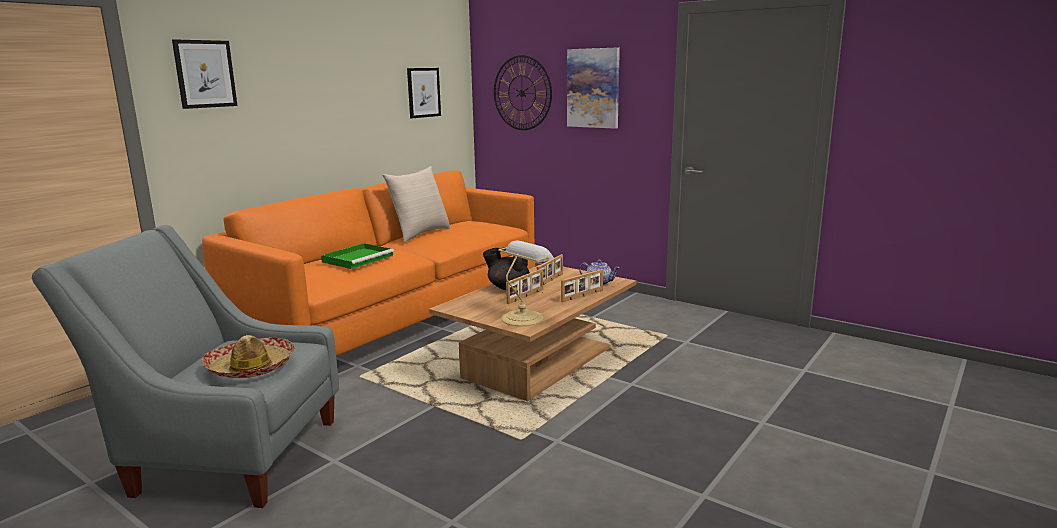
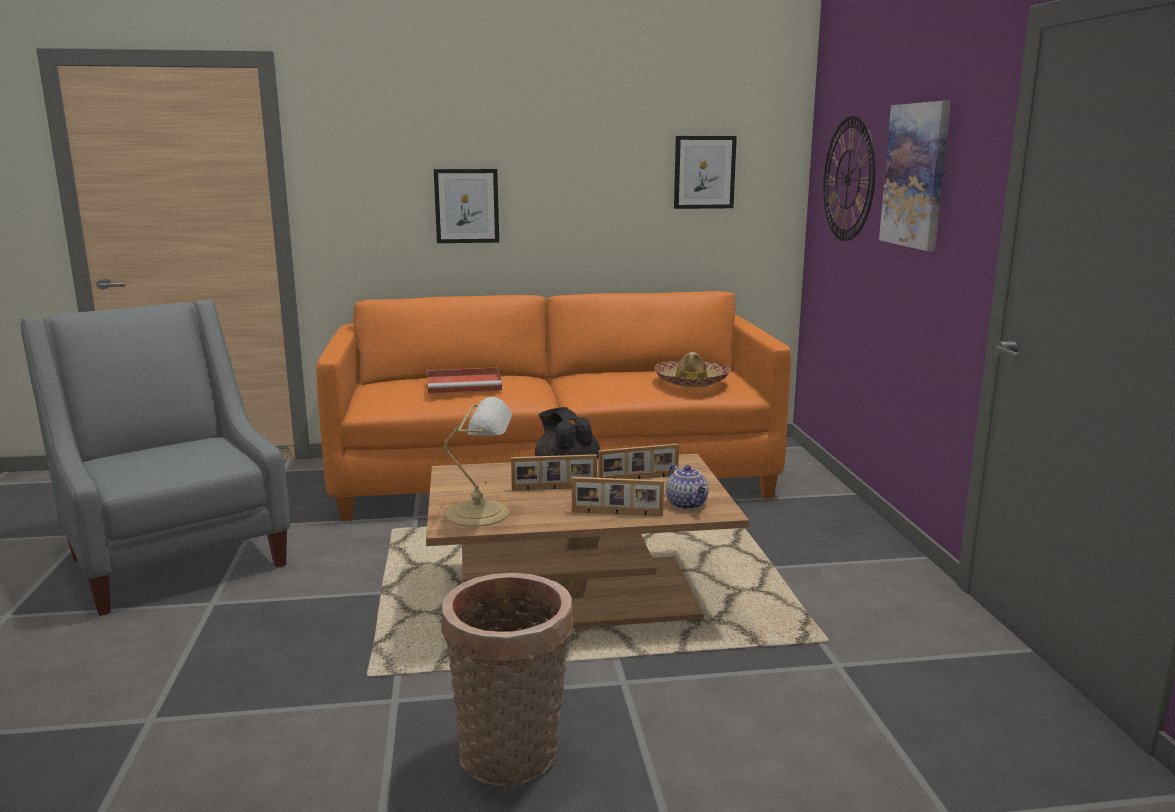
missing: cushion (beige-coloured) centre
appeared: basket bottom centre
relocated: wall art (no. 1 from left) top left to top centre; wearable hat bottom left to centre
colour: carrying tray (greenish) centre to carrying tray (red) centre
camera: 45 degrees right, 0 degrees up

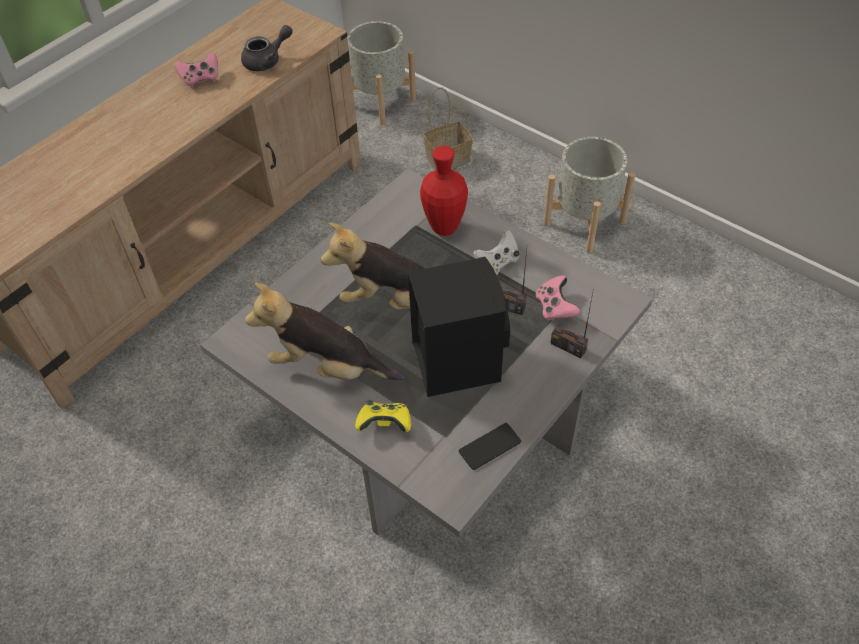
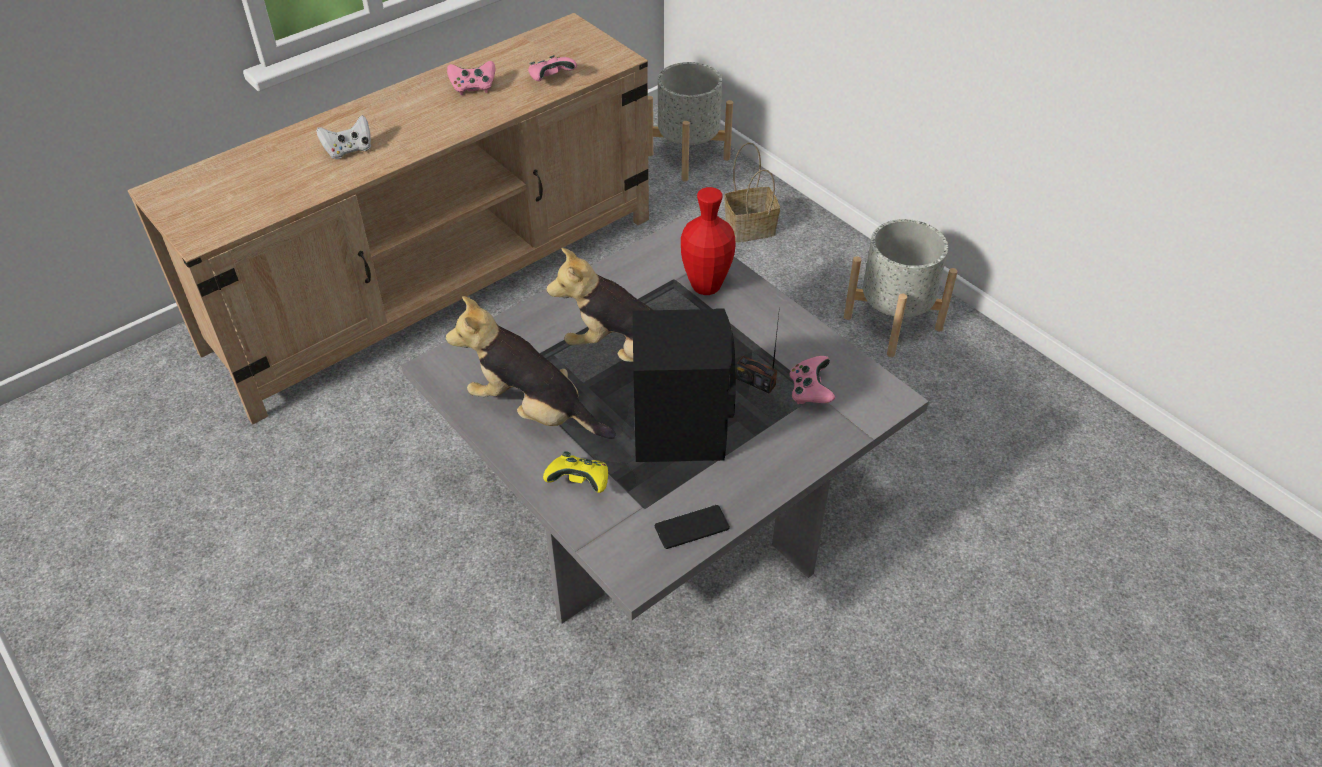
missing: radio receiver (no. 2 from left) centre
relocated: joypad (white) centre to top left
exchanged: pot for tea (gray) top left to joypad (pink) (no. 2 from left) top centre
camera: 10 degrees right, 5 degrees down

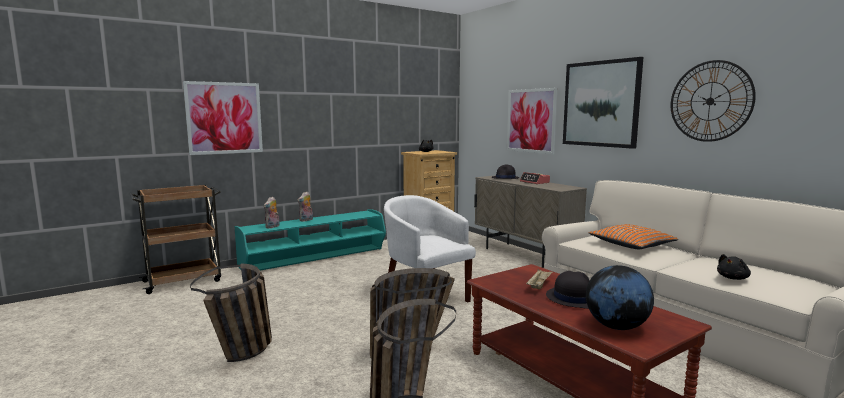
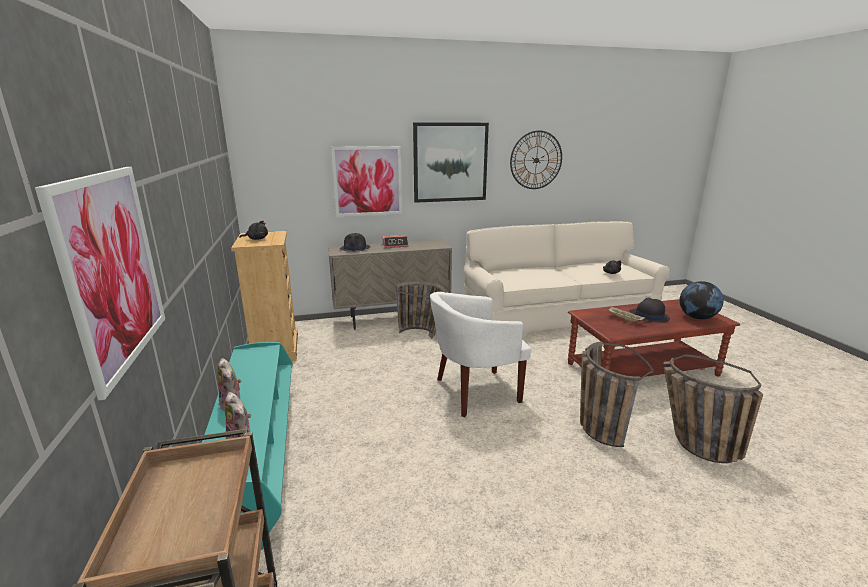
missing: cushion (orange-coloured) middle right
relocated: basket (no. 1 from left) bottom left to centre
camera: 70 degrees left, 10 degrees up

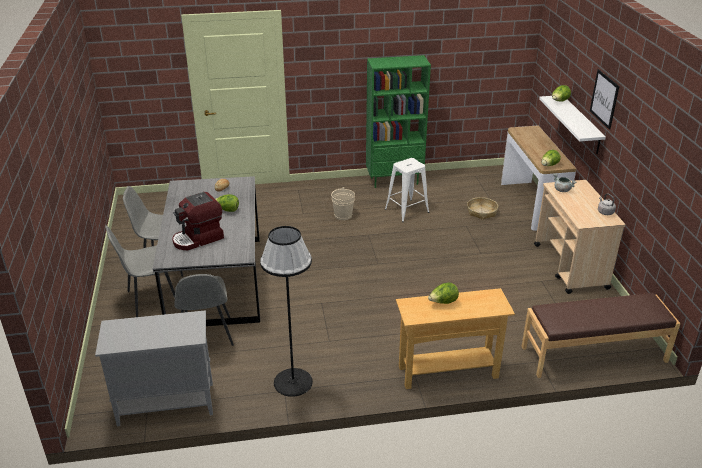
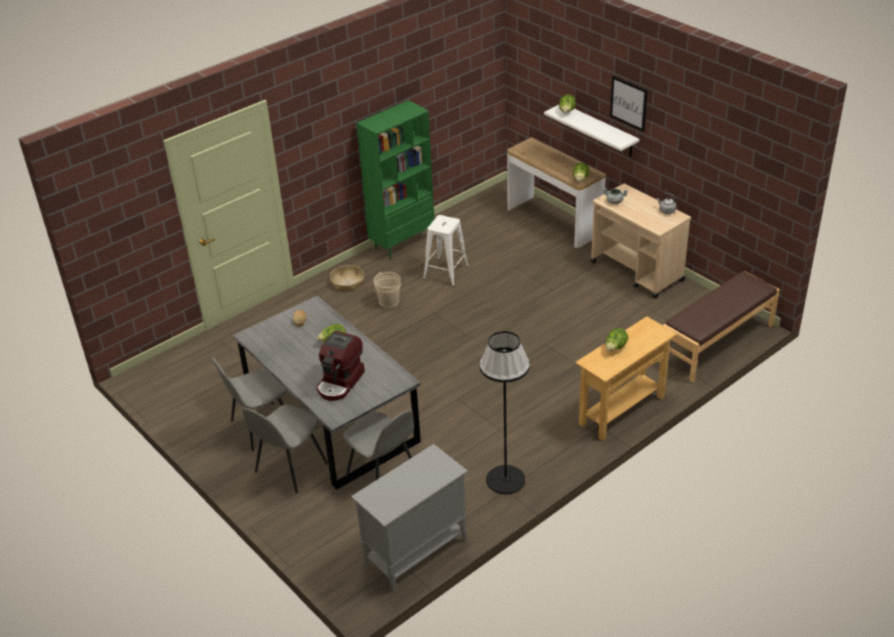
relocated: basket middle right to centre
camera: 30 degrees left, 5 degrees up

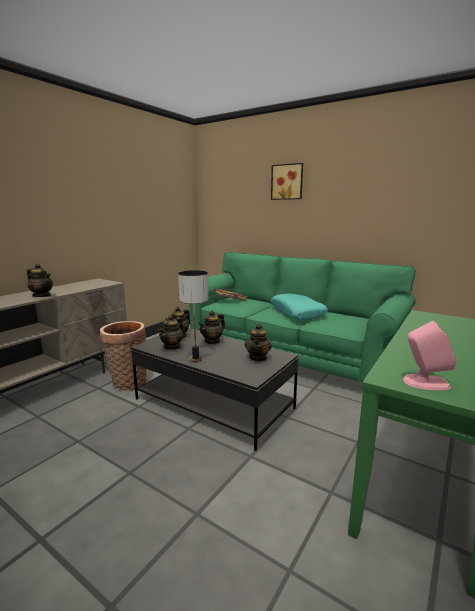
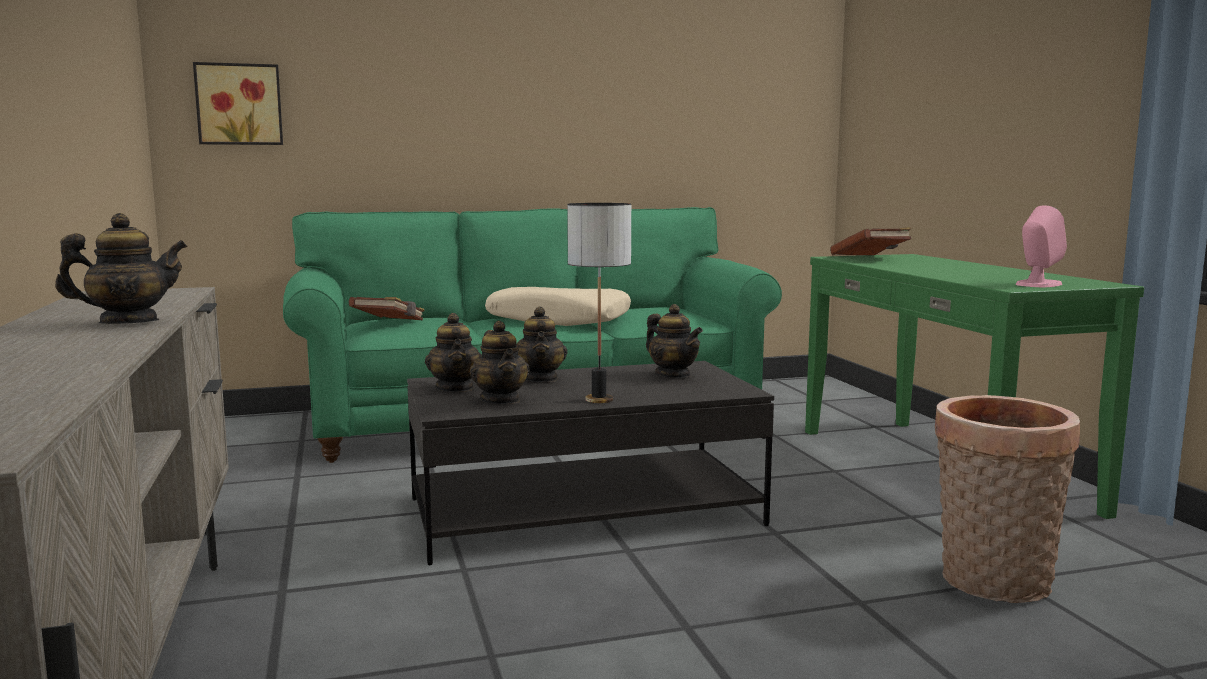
appeared: volume (brownish) (no. 2 from left) middle right
relocated: wall art top centre to top left; basket middle left to bottom right
colour: cushion (turquoise-coloured) centre to cushion (beige-coloured) centre
camera: 50 degrees left, 5 degrees down

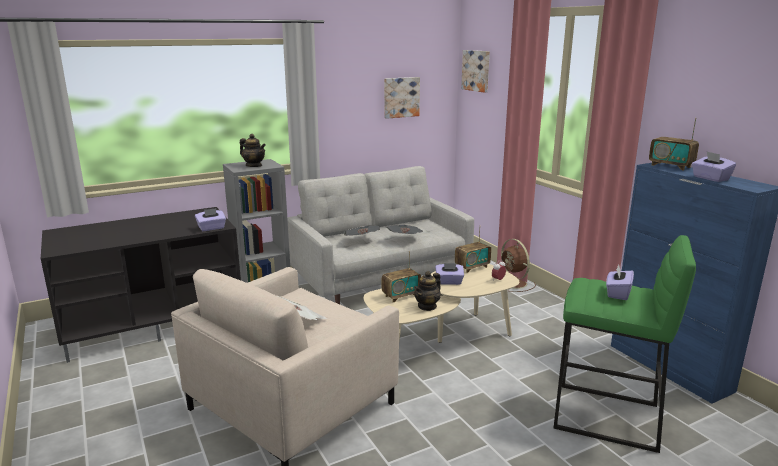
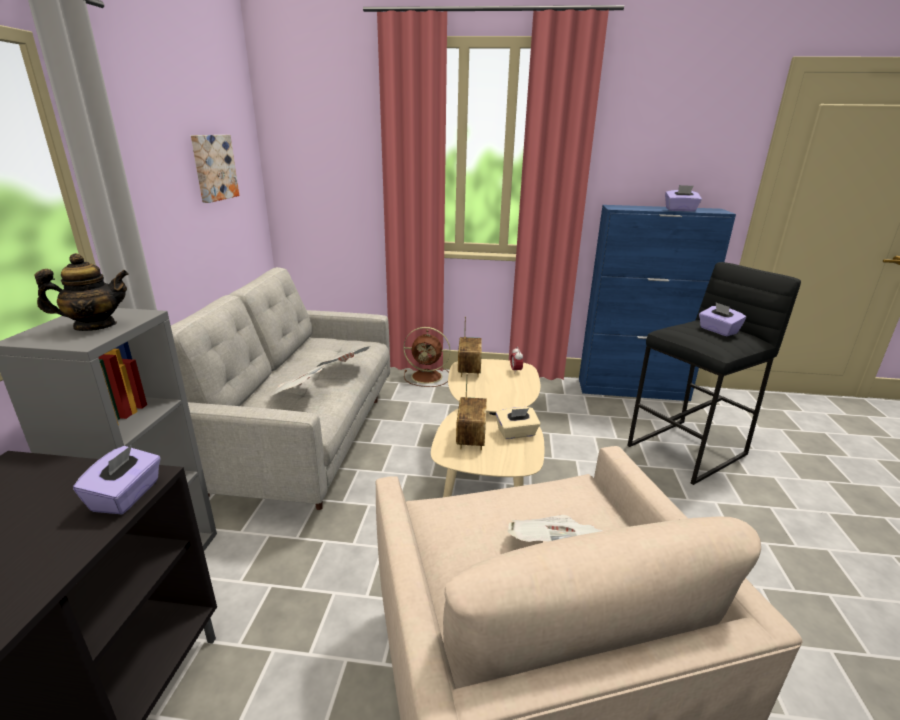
missing: wall art (no. 2 from left) top centre; radio receiver (no. 3 from left) top right; box of tissues (purple) (no. 2 from left) centre
exchanged: pot for tea (no. 2 from left) centre to box of tissues (beige-coloured) centre
colour: stool (greenish) bottom right to stool (black-coloured) middle right
camera: 55 degrees left, 5 degrees up

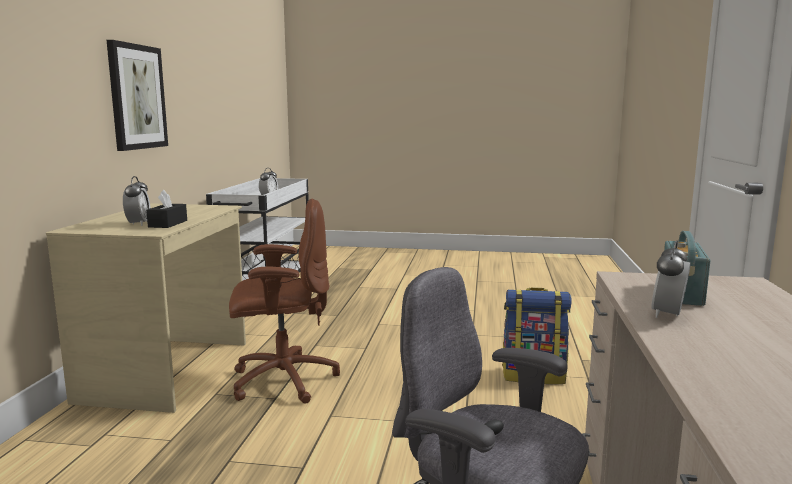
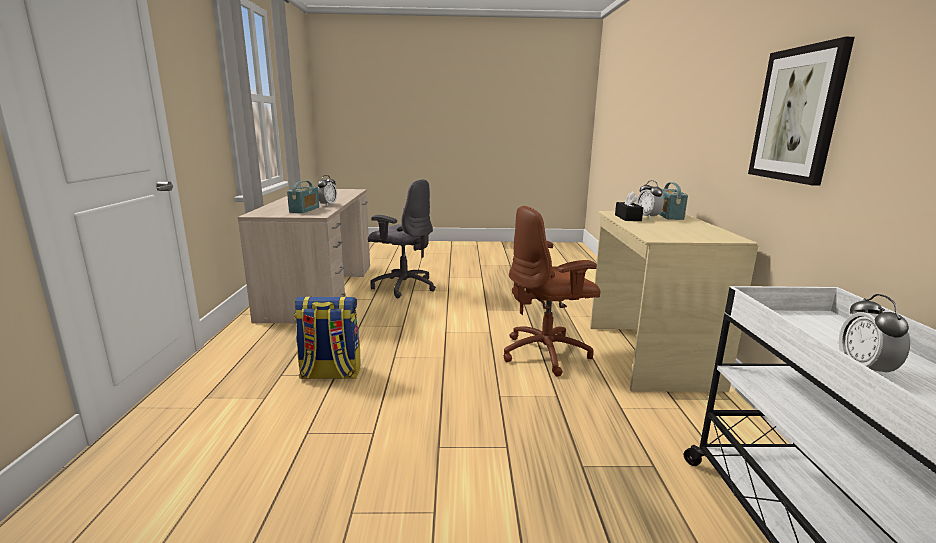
appeared: radio receiver (no. 2 from left) middle right
camera: 170 degrees right, 5 degrees up

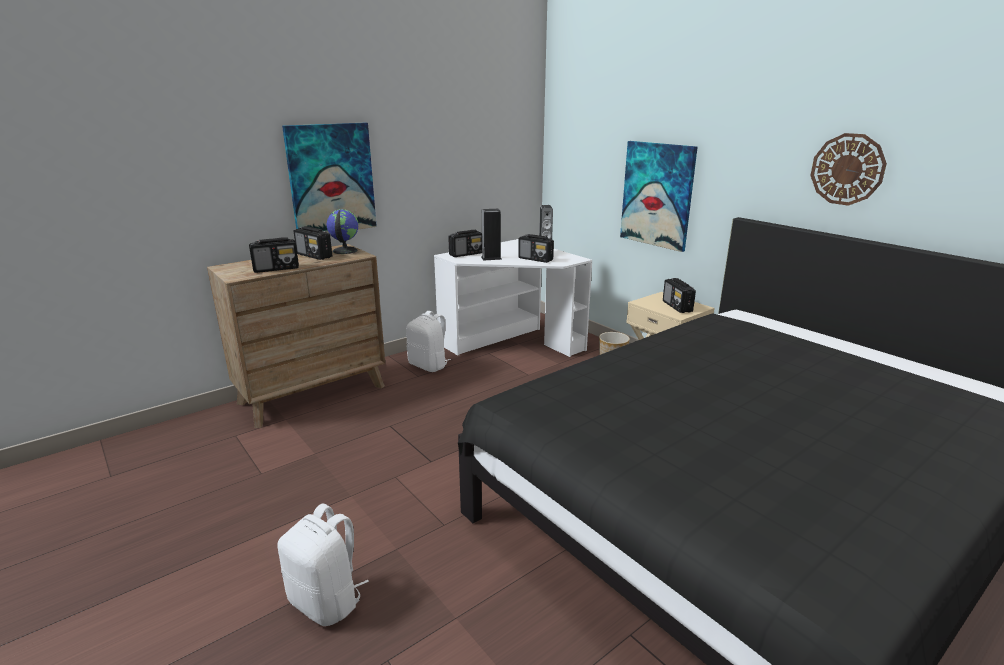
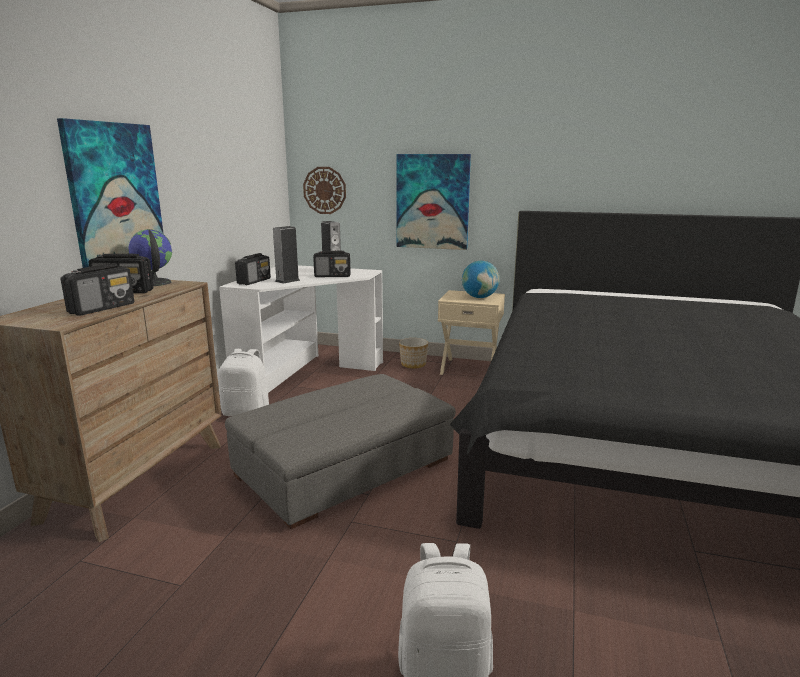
appeared: pouffe (gray) centre
relocated: hanging clock top right to top centre
exchanged: radio receiver (no. 5 from left) middle right to globe (no. 2 from left) centre
camera: 35 degrees left, 5 degrees down

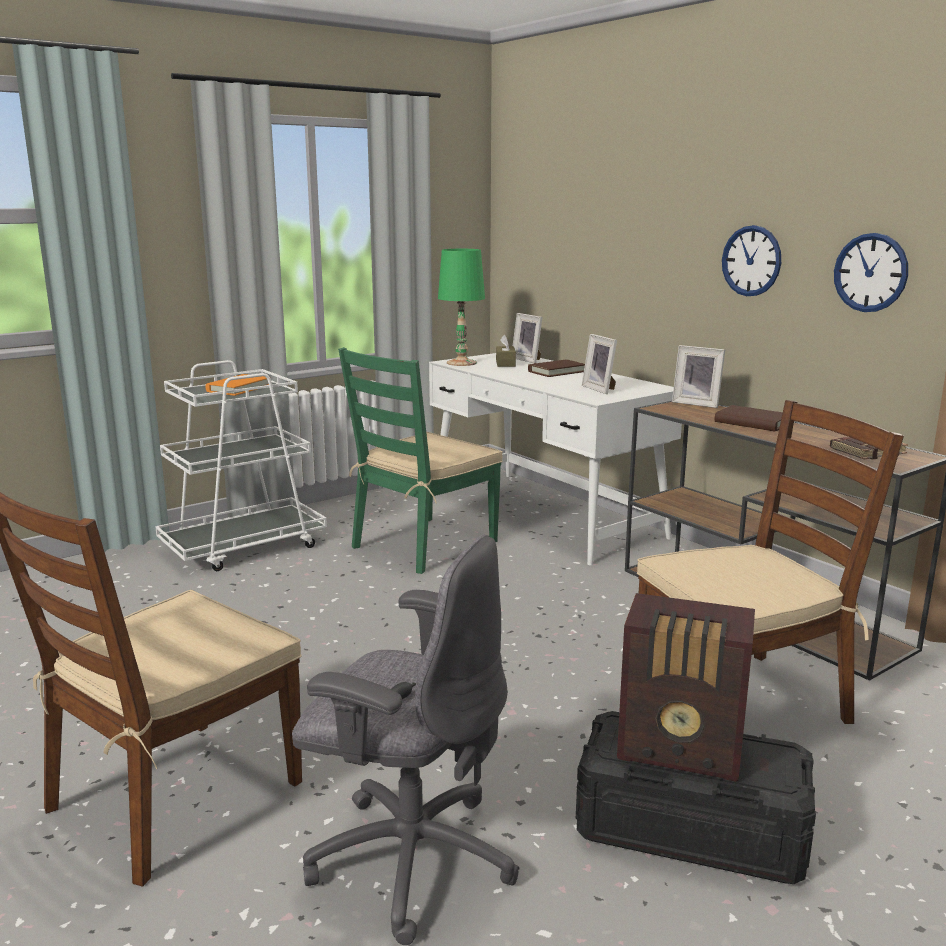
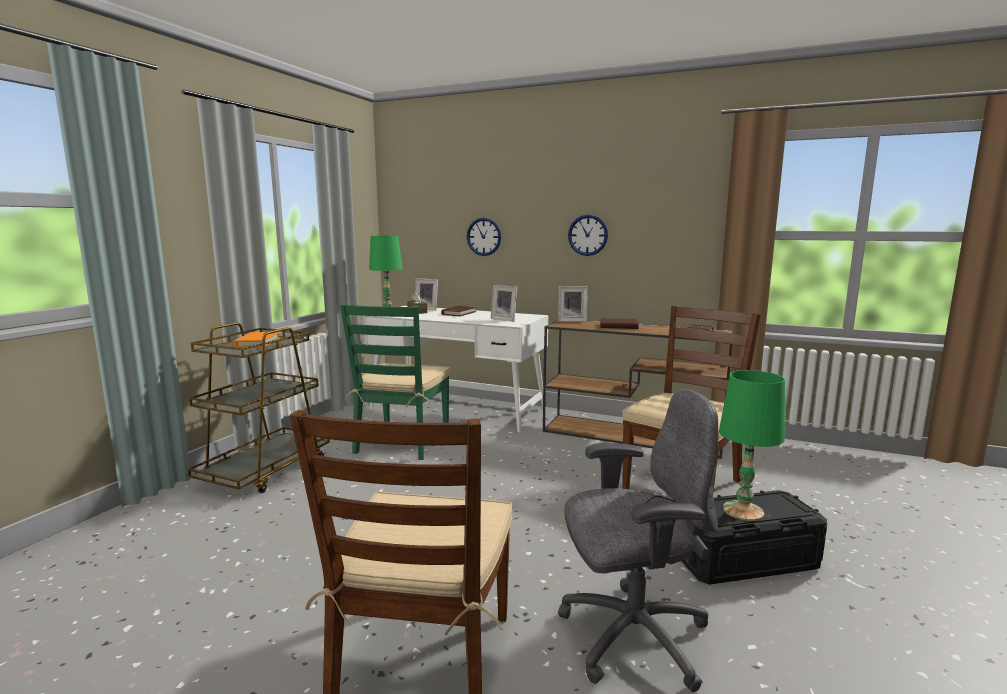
relocated: hanging clock (no. 2 from left in the first image) top right to hanging clock (no. 1 from left) centre
exchanged: radio receiver bottom right to table lamp (greenish) (no. 2 from left) middle right
colour: wheeled cart (white) middle left to wheeled cart (brownish) middle left
camera: 30 degrees left, 5 degrees down

